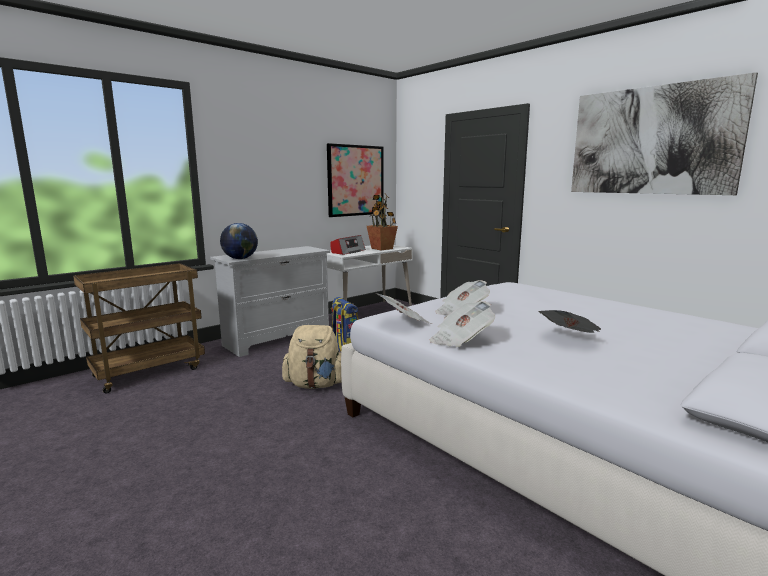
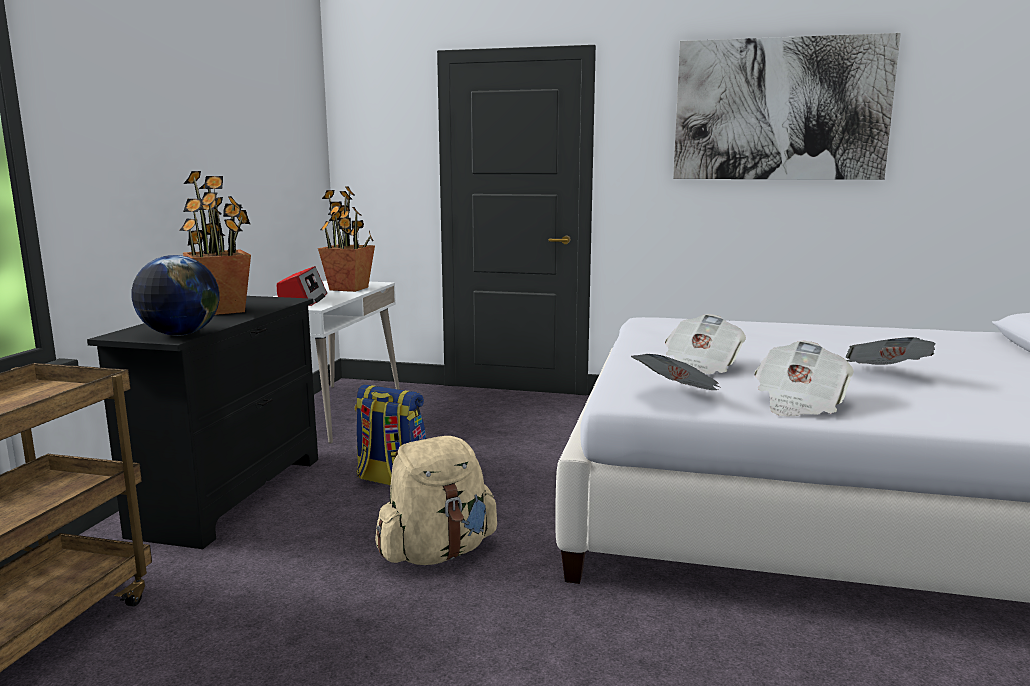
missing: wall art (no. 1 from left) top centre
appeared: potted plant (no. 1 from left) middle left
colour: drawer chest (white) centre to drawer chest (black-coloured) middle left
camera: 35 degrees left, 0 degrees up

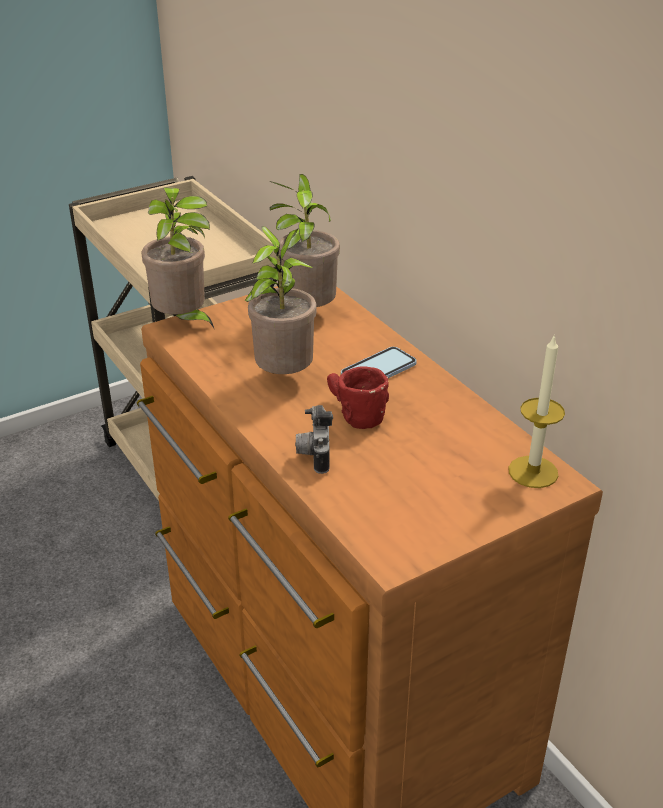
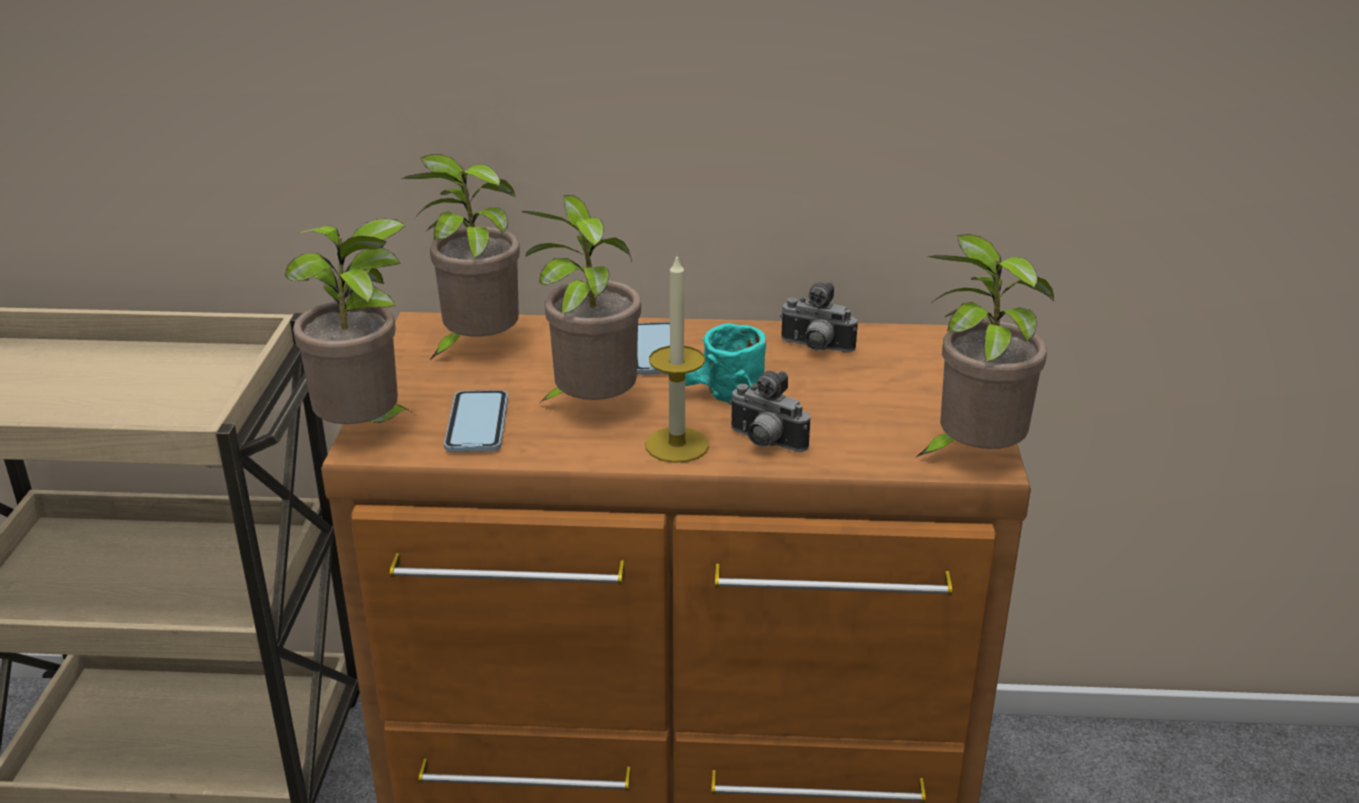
appeared: potted plant (no. 4 from left) middle right; still camera (no. 2 from left) centre; phone (no. 1 from left) centre
relocated: wax candle middle right to centre
colour: tea mug (red) centre to tea mug (turquoise-coloured) centre
camera: 55 degrees left, 5 degrees down

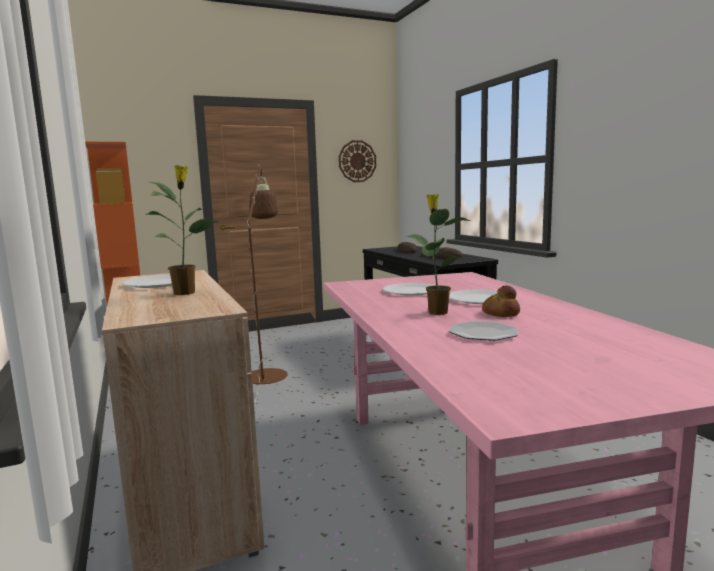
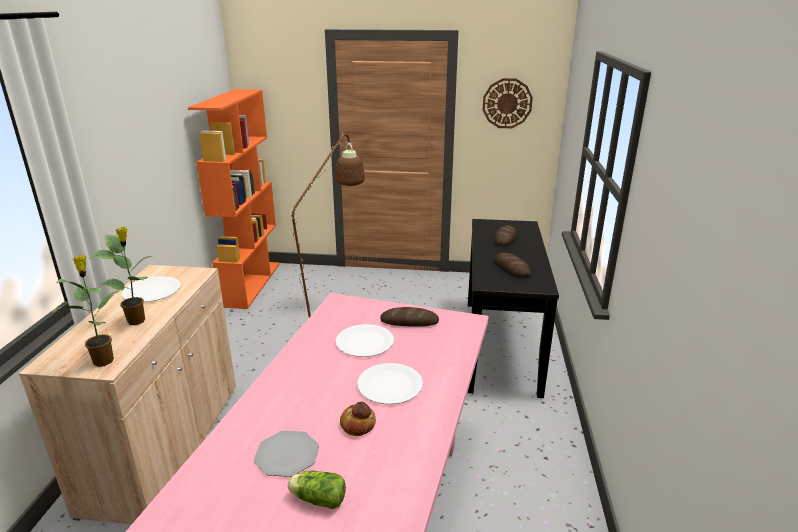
appeared: bread (no. 2 from left) centre; head of lettuce bottom centre
relocated: potted plant (no. 2 from left in the first image) centre to potted plant (no. 1 from left) middle left
camera: 30 degrees right, 15 degrees up

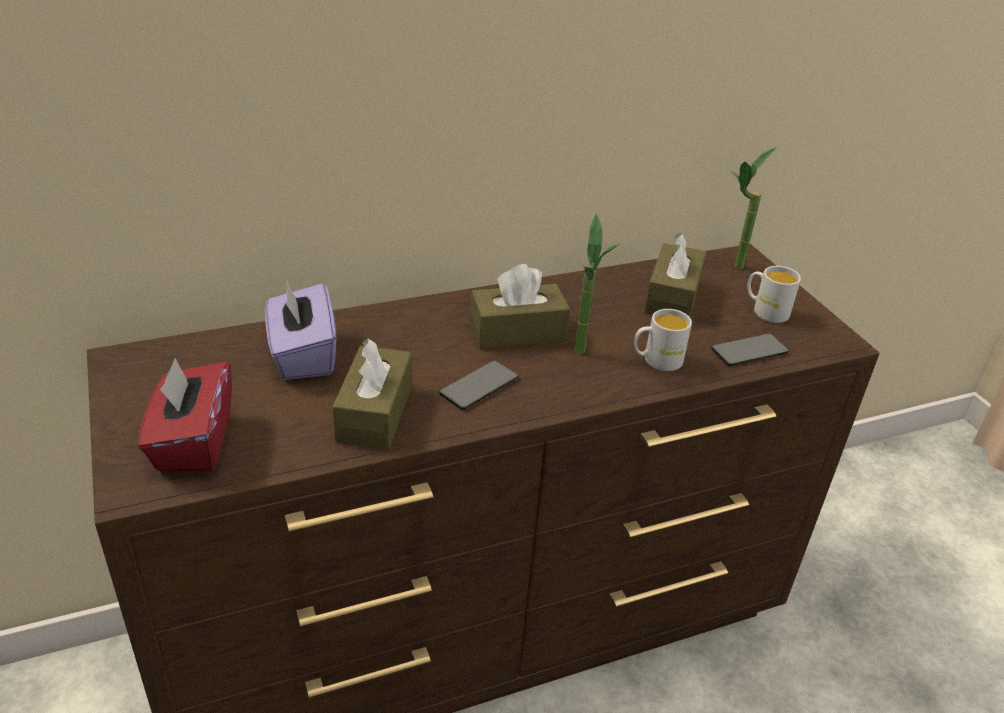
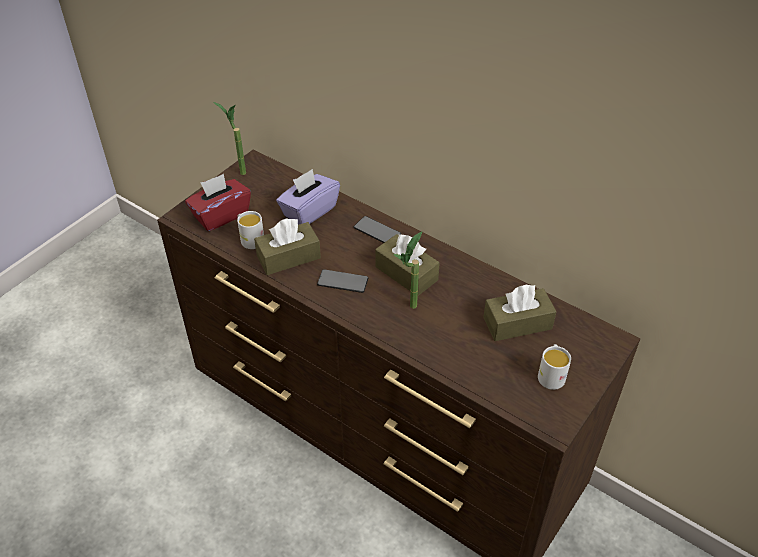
relocated: potted plant (no. 2 from left in the first image) top right to potted plant (no. 1 from left) top left; tea mug (white) (no. 1 from left) centre to middle left; phone (no. 2 from left) middle right to centre
camera: 60 degrees right, 10 degrees up

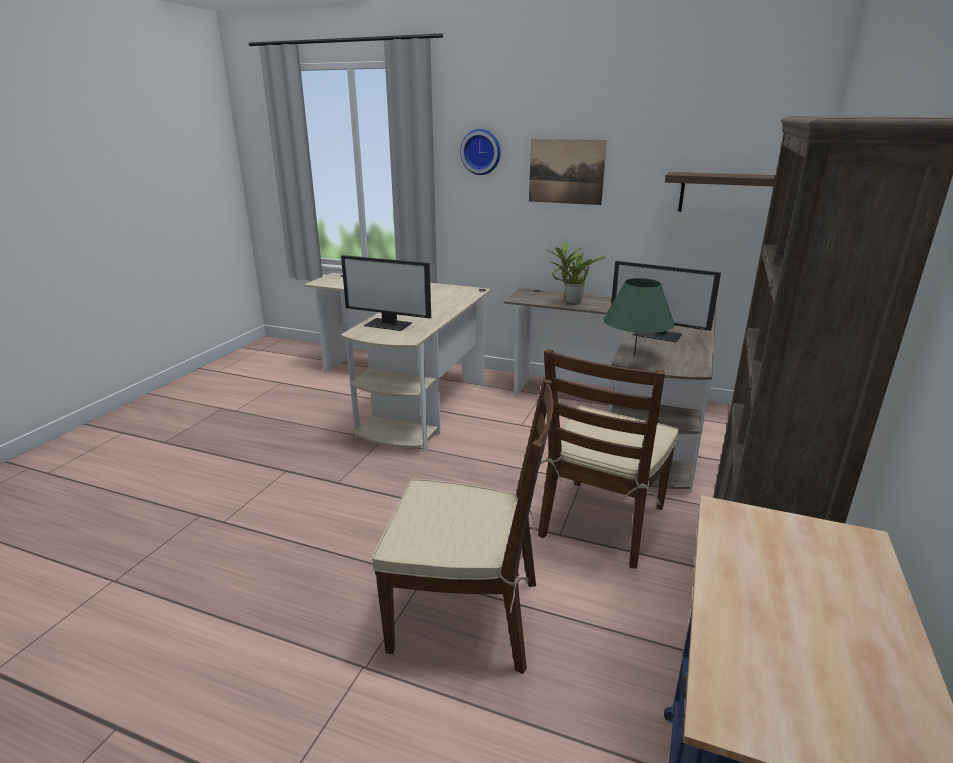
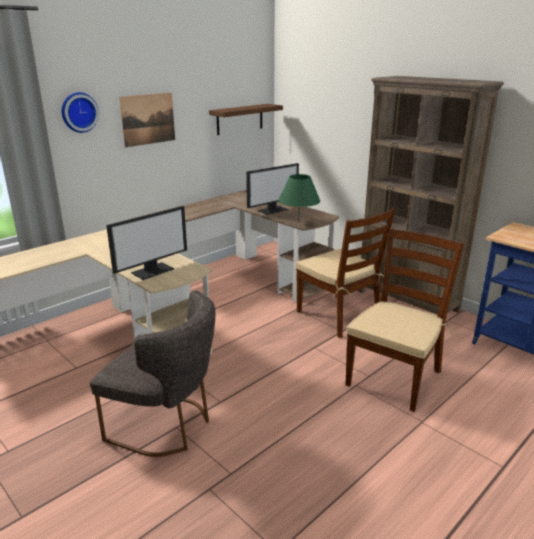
missing: potted plant centre
appeared: upright chair (gray) bottom left
camera: 65 degrees left, 0 degrees up

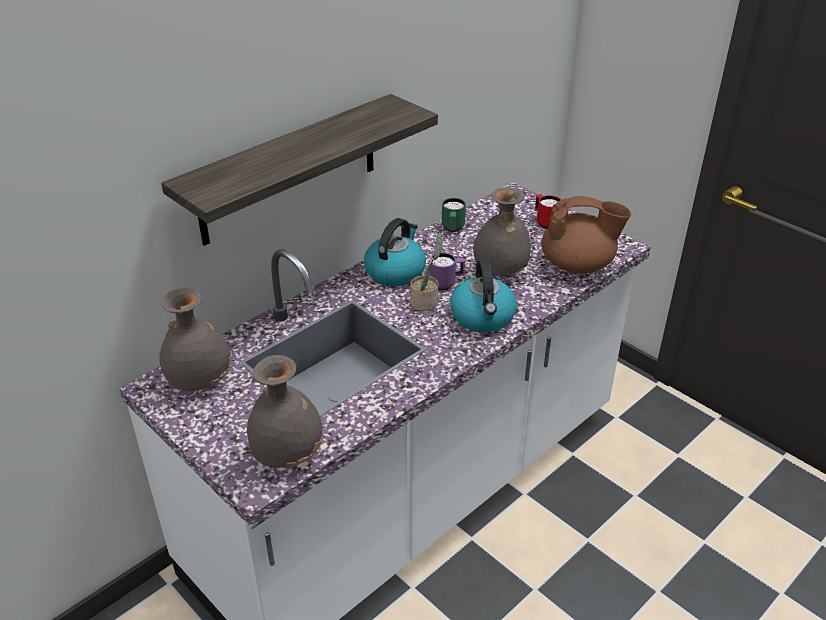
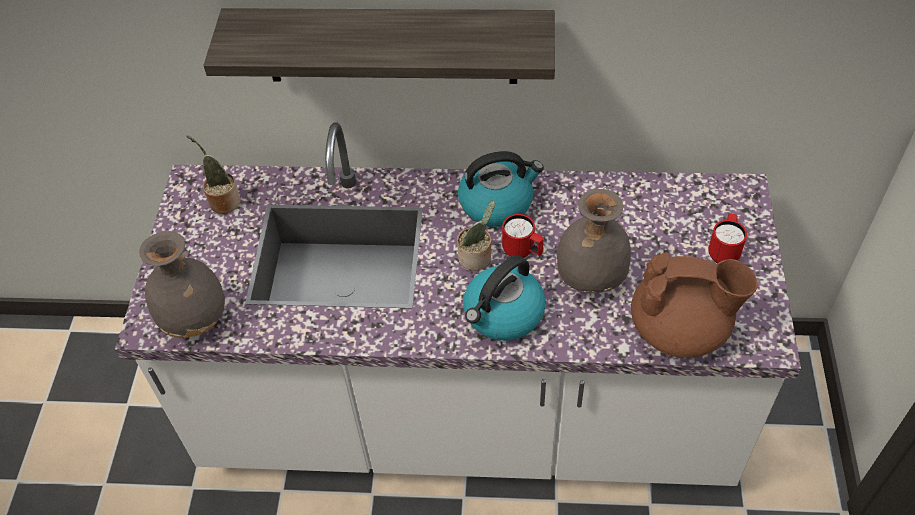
missing: tea mug (greenish) centre
exchanged: flower vase (gray) (no. 1 from left) middle left to potted plant (no. 1 from left) middle left
colour: tea mug (purple) centre to tea mug (red) (no. 1 from left) centre
spun: pot for tea (brownish) middle right = middle right 45 degrees counterclockwise
camera: 50 degrees right, 15 degrees up

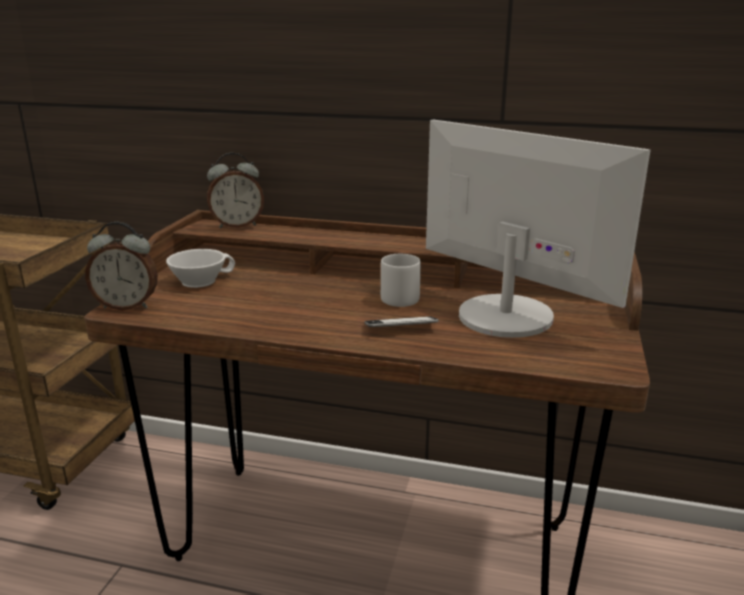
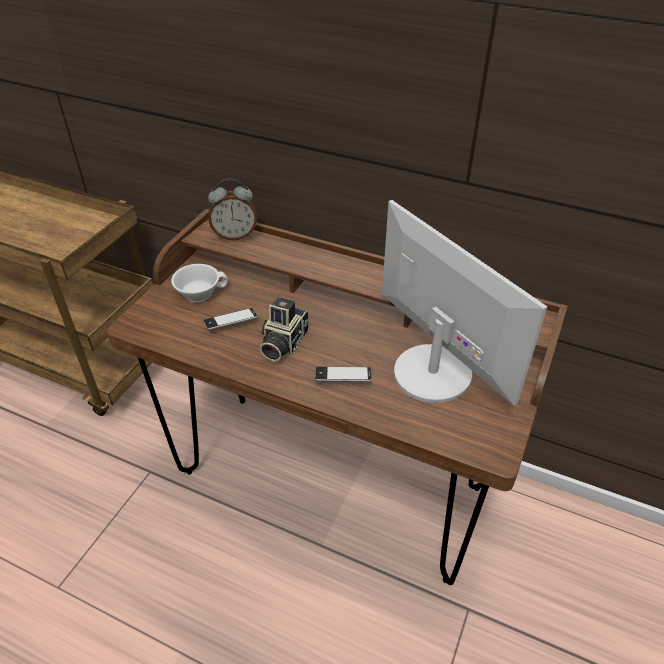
missing: bedside clock (no. 1 from left) middle left; tea mug (gray) centre
appeared: still camera centre; phone (no. 1 from left) centre
camera: 10 degrees right, 20 degrees up

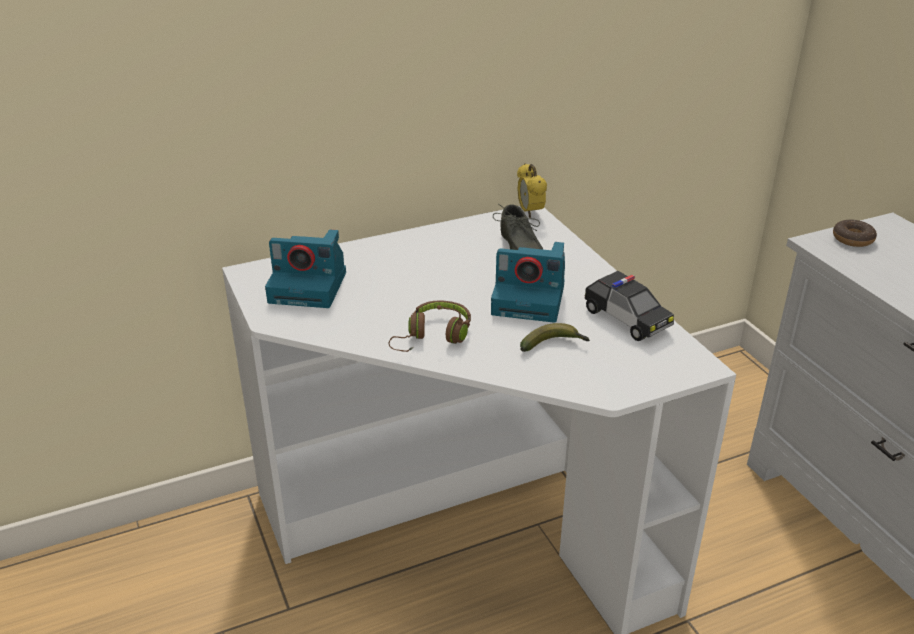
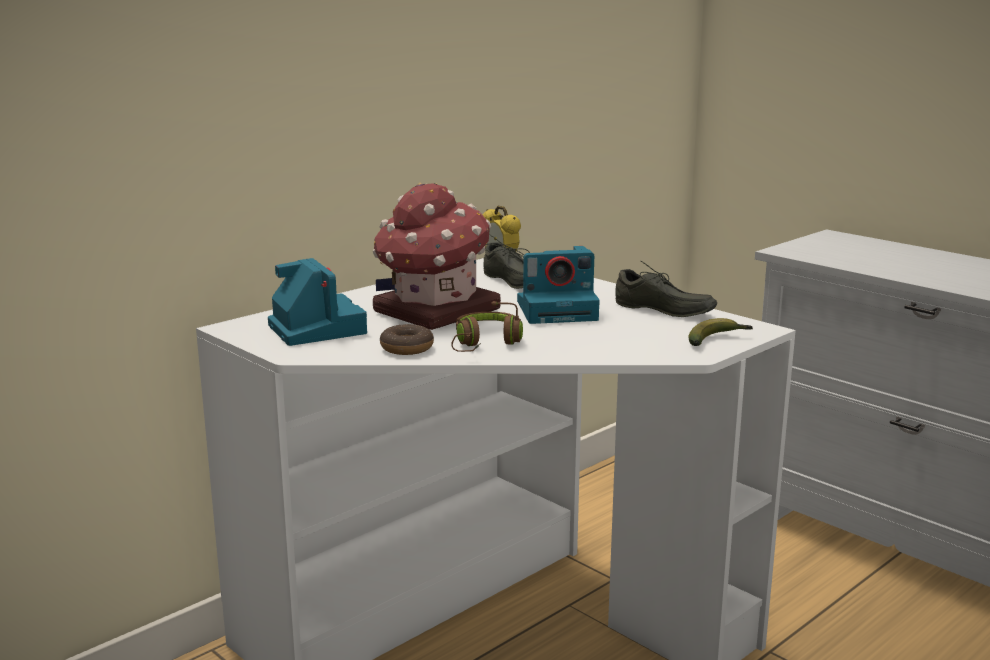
appeared: miniature house centre
relocated: ring doughnut middle right to centre; whole banana centre to middle right
exchanged: toy car middle right to low shoe (gray) (no. 2 from left) middle right
spun: still camera (no. 1 from left) centre = middle left 105 degrees counterclockwise
camera: 20 degrees left, 15 degrees down

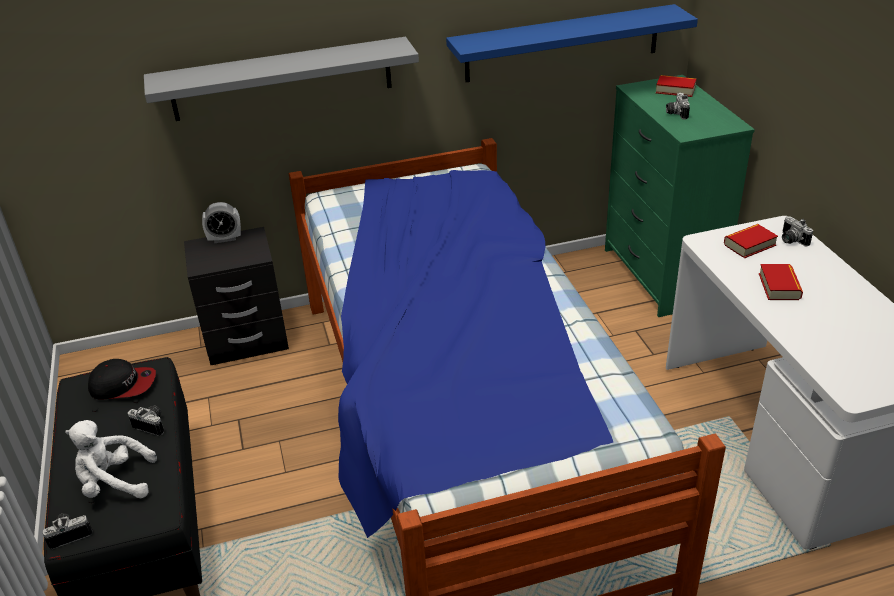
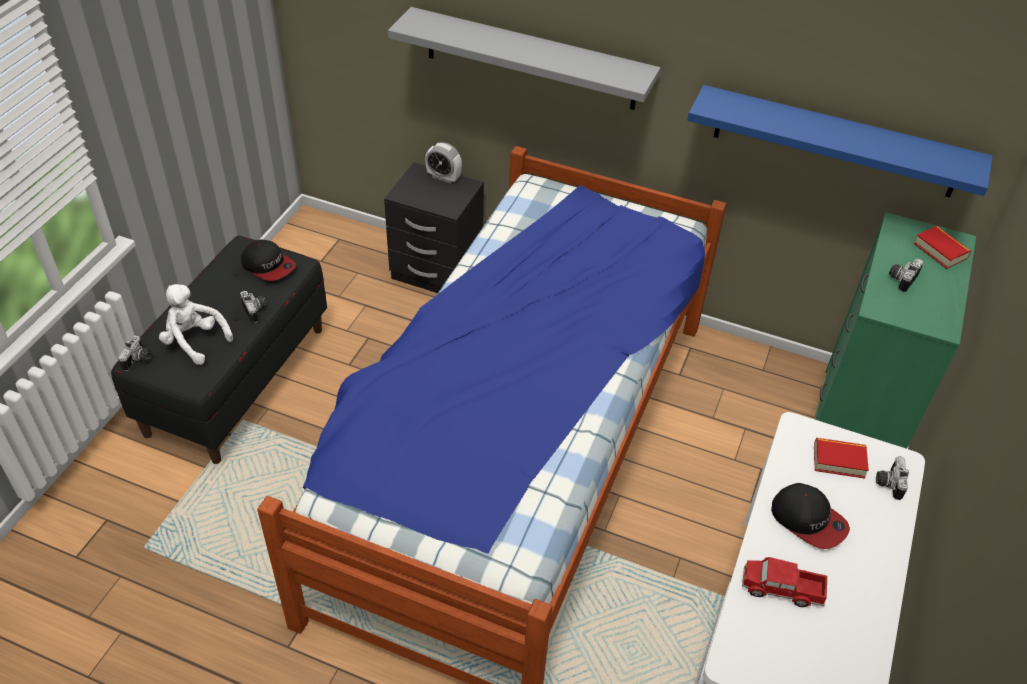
appeared: toy lorry bottom right
exchanged: volume (no. 3 from left) middle right to baseball cap (no. 2 from left) bottom right
spun: still camera (no. 1 from left) bottom left = middle left 90 degrees clockwise
camera: 35 degrees right, 10 degrees up

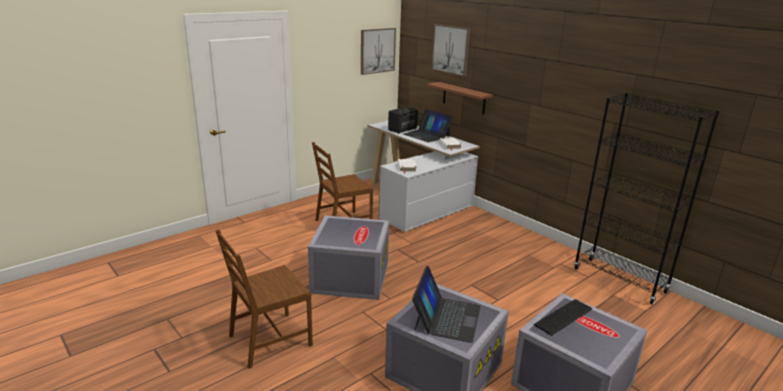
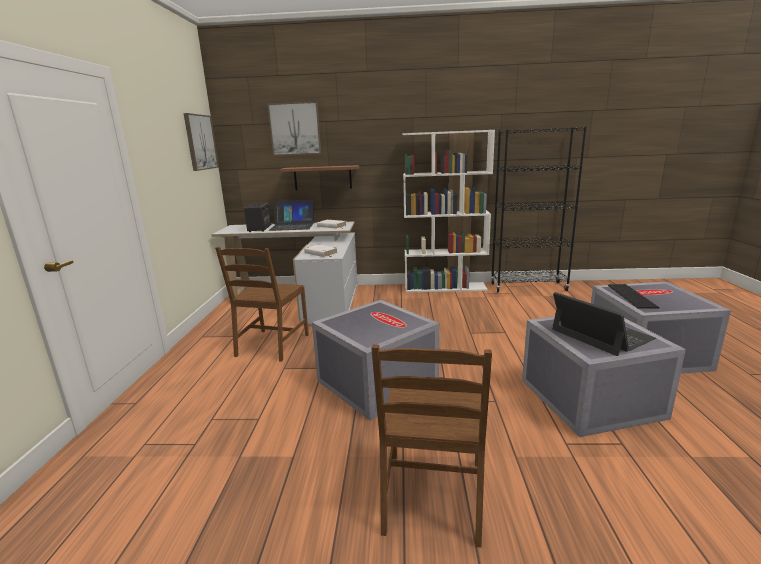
appeared: shelving unit (white) centre
camera: 45 degrees left, 5 degrees down

